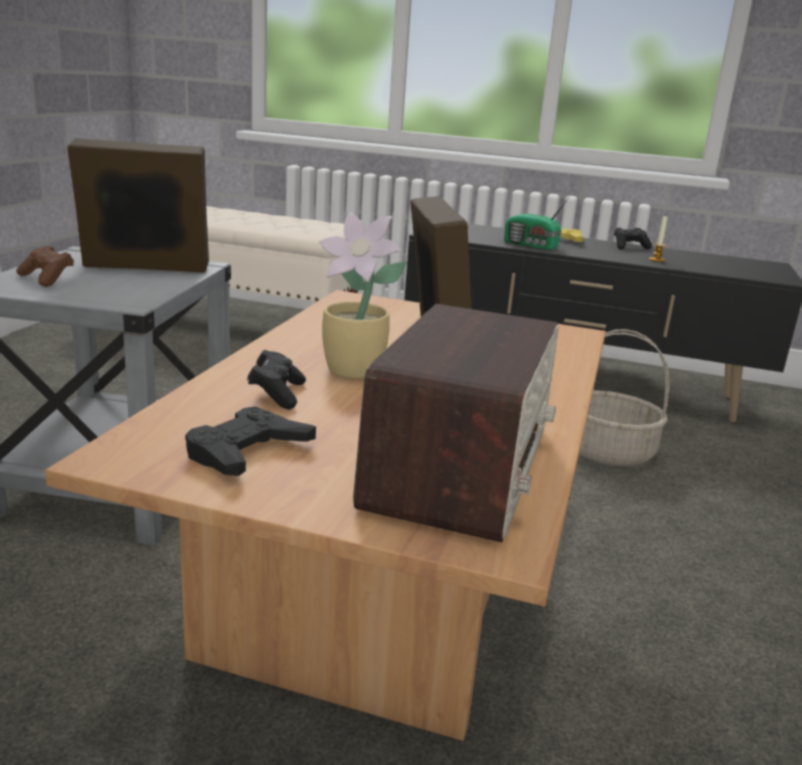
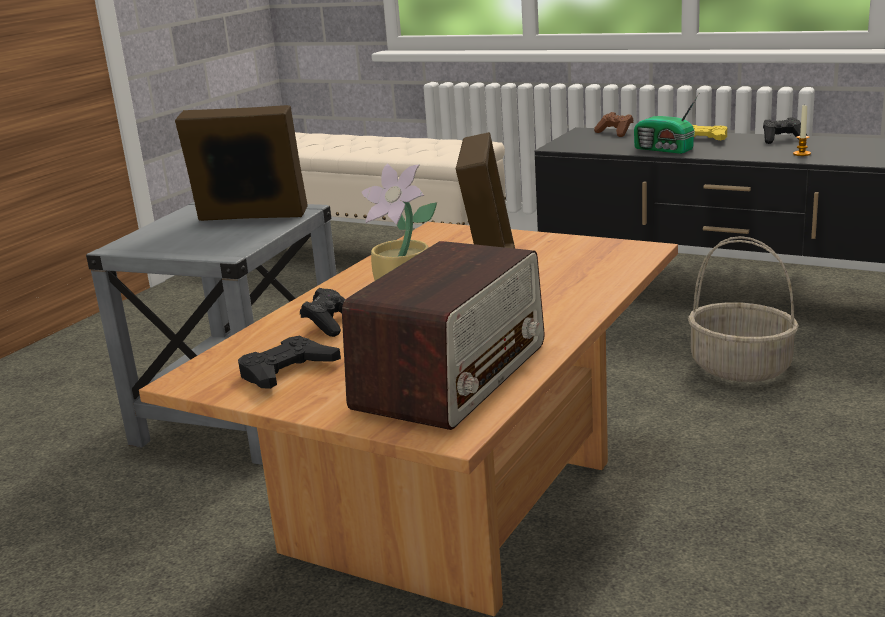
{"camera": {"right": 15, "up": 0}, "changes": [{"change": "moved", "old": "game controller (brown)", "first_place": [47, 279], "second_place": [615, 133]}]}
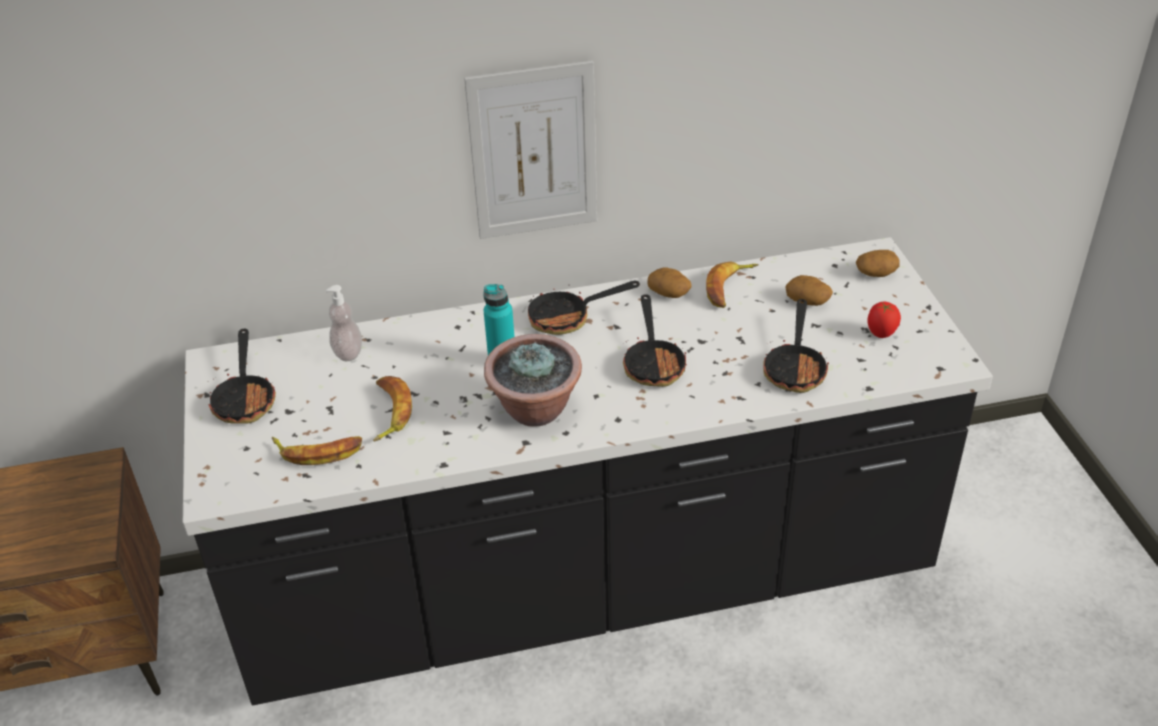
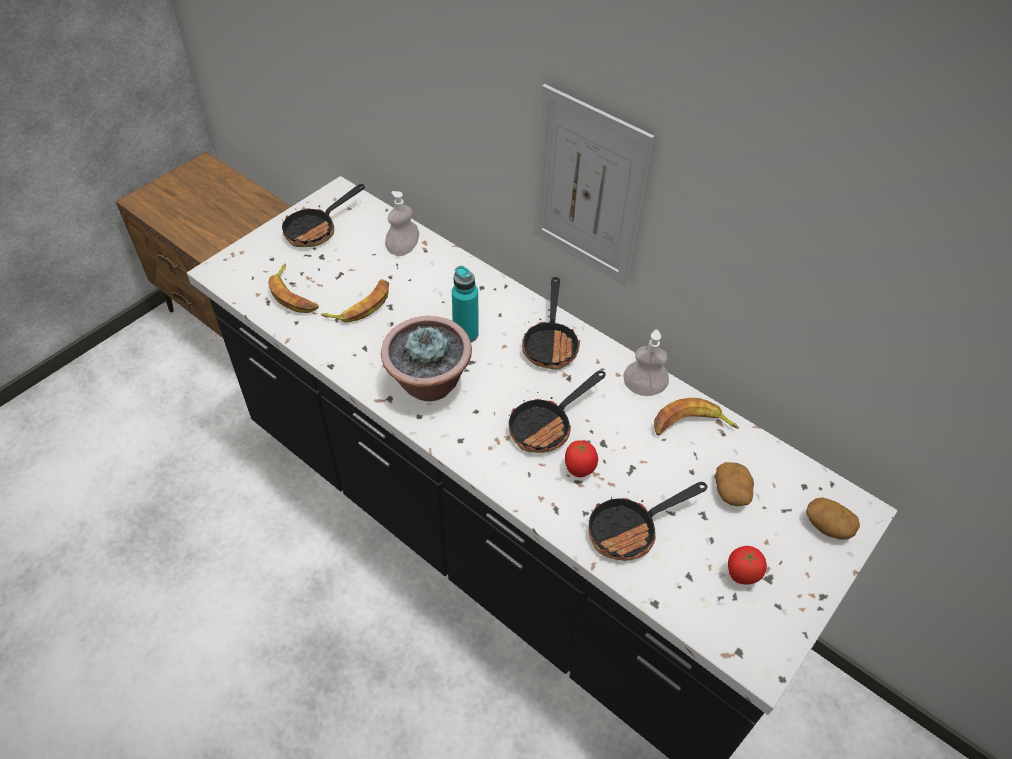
{"camera": {"right": 50, "up": 10}, "changes": [{"change": "added", "new": "tomato", "second_place": [579, 470]}, {"change": "replaced", "old": "potato", "new": "soap dispenser", "first_place": [669, 293], "second_place": [643, 388]}, {"change": "turned", "old": "frying pan", "first_place": [568, 318], "second_place": [551, 343], "degrees": -120}]}
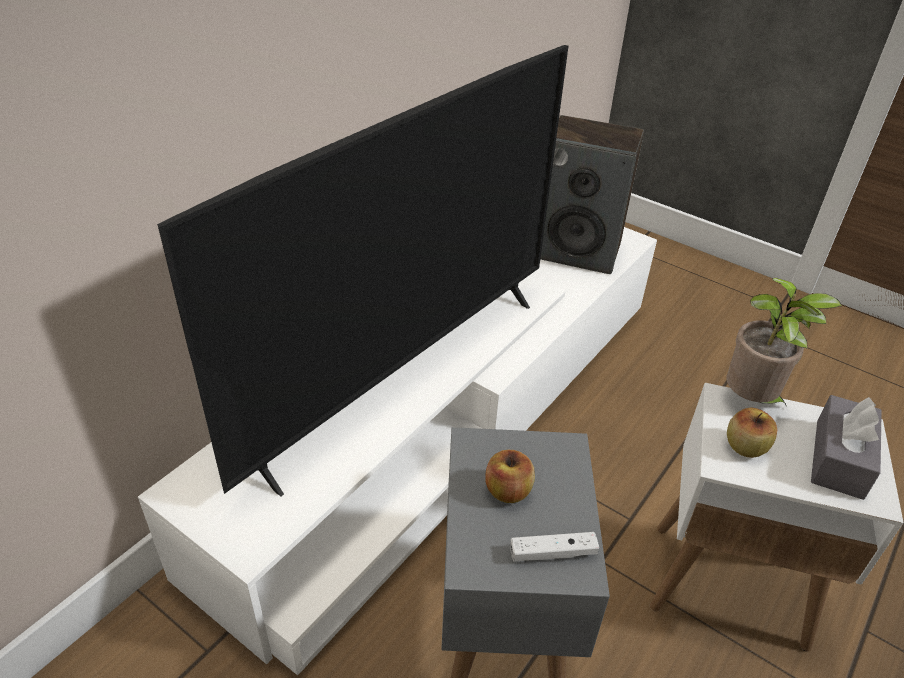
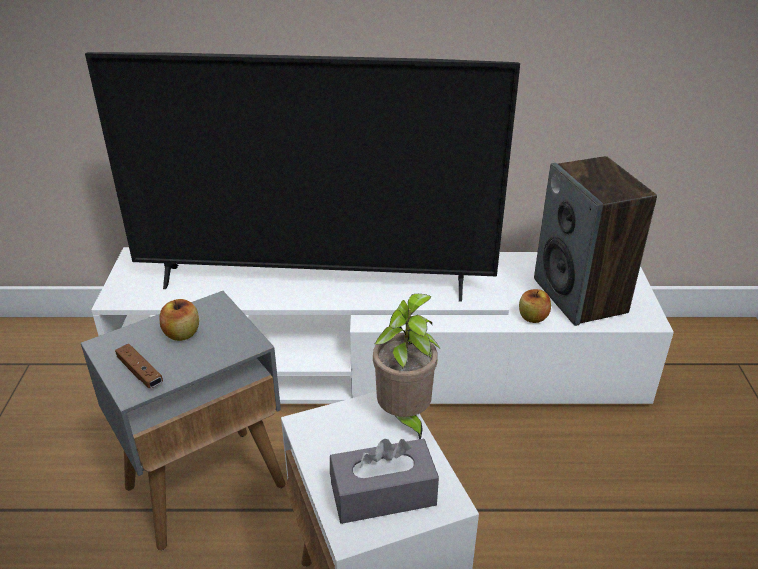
{"camera": {"right": 55, "up": -5}, "changes": [{"change": "moved", "old": "apple", "first_place": [745, 447], "second_place": [533, 317]}, {"change": "recoloured", "old": "game controller (white)", "new": "game controller (brown)", "first_place": [552, 553], "second_place": [140, 372]}]}
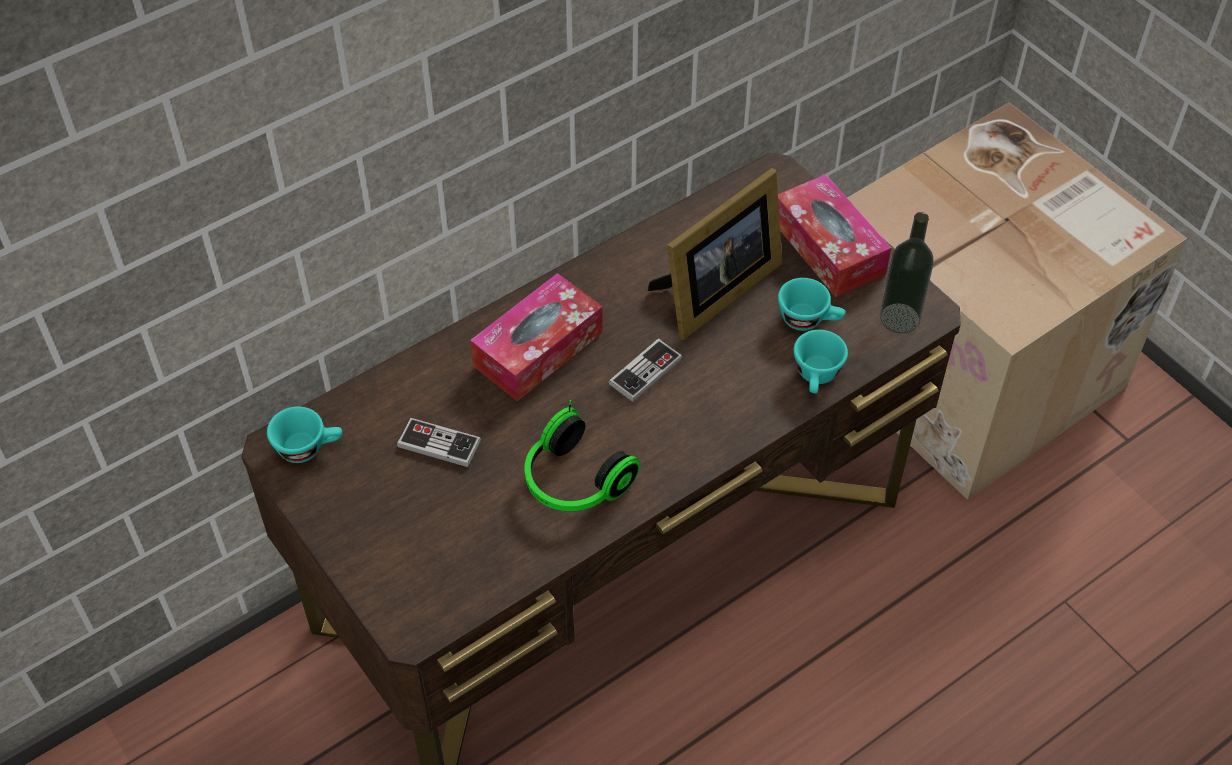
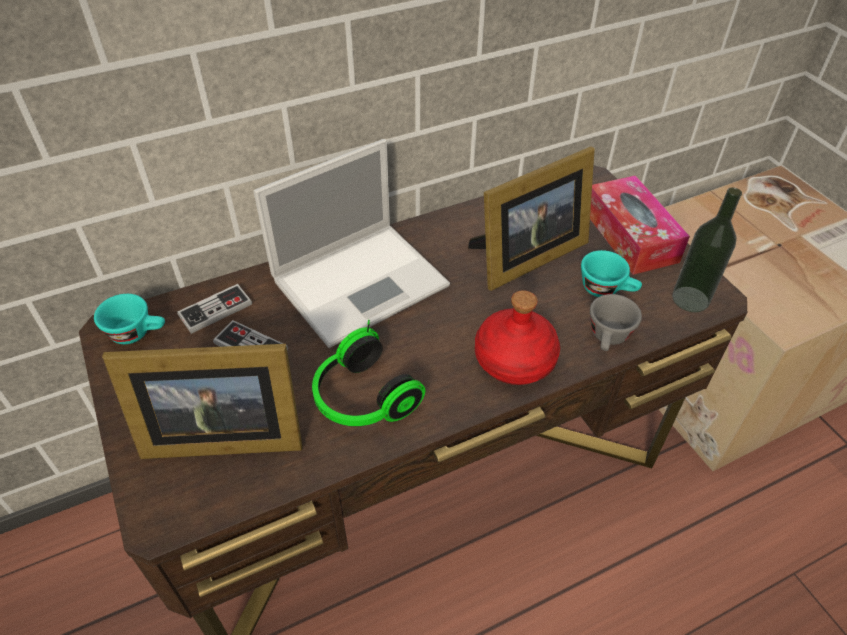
{"camera": {"right": 10, "up": -5}, "changes": [{"change": "added", "new": "picture frame", "second_place": [219, 435]}, {"change": "added", "new": "bottle (red)", "second_place": [513, 359]}, {"change": "moved", "old": "game controller", "first_place": [645, 372], "second_place": [215, 310]}, {"change": "replaced", "old": "tissue box", "new": "laptop", "first_place": [538, 349], "second_place": [362, 281]}, {"change": "recoloured", "old": "cup (turquoise)", "new": "cup (grey)", "first_place": [817, 377], "second_place": [608, 339]}]}
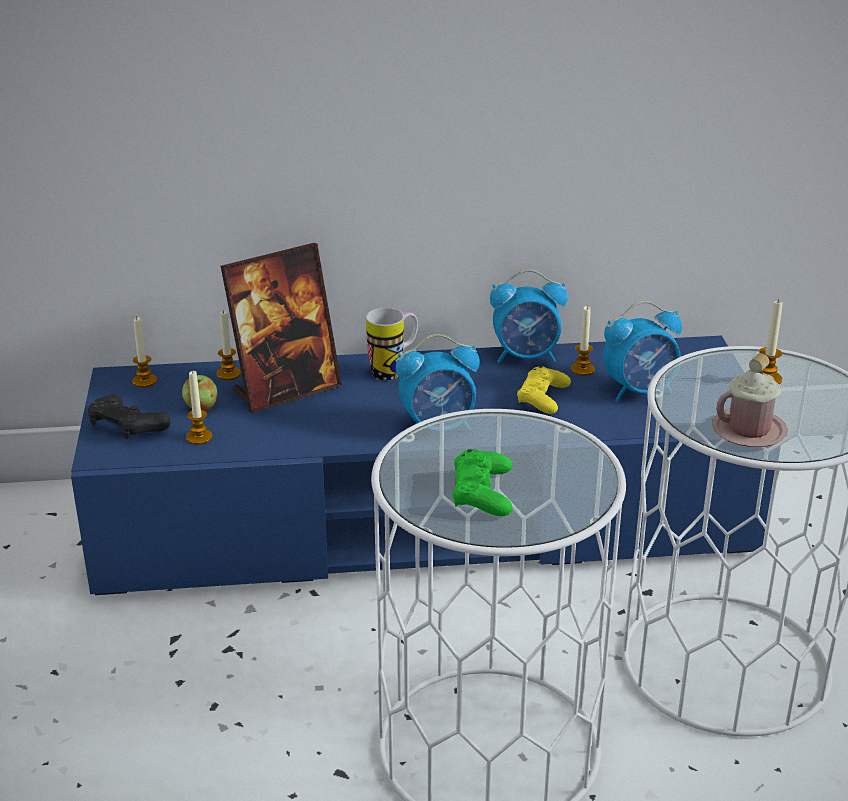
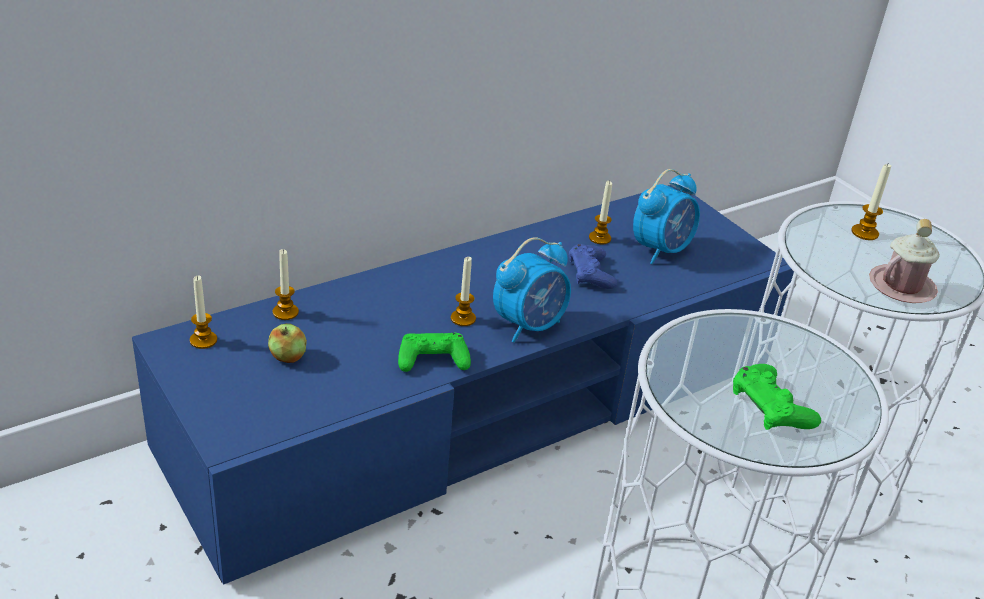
{"camera": {"right": -30, "up": 5}, "changes": [{"change": "removed", "old": "game controller (black)", "first_place": [127, 427]}, {"change": "removed", "old": "picture frame", "first_place": [286, 390]}, {"change": "removed", "old": "mug", "first_place": [393, 371]}, {"change": "removed", "old": "alarm clock", "first_place": [526, 357]}, {"change": "added", "new": "game controller (green)", "second_place": [433, 359]}, {"change": "moved", "old": "candle", "first_place": [199, 437], "second_place": [463, 318]}, {"change": "recoloured", "old": "game controller (yellow)", "new": "game controller (blue)", "first_place": [543, 397], "second_place": [591, 273]}]}
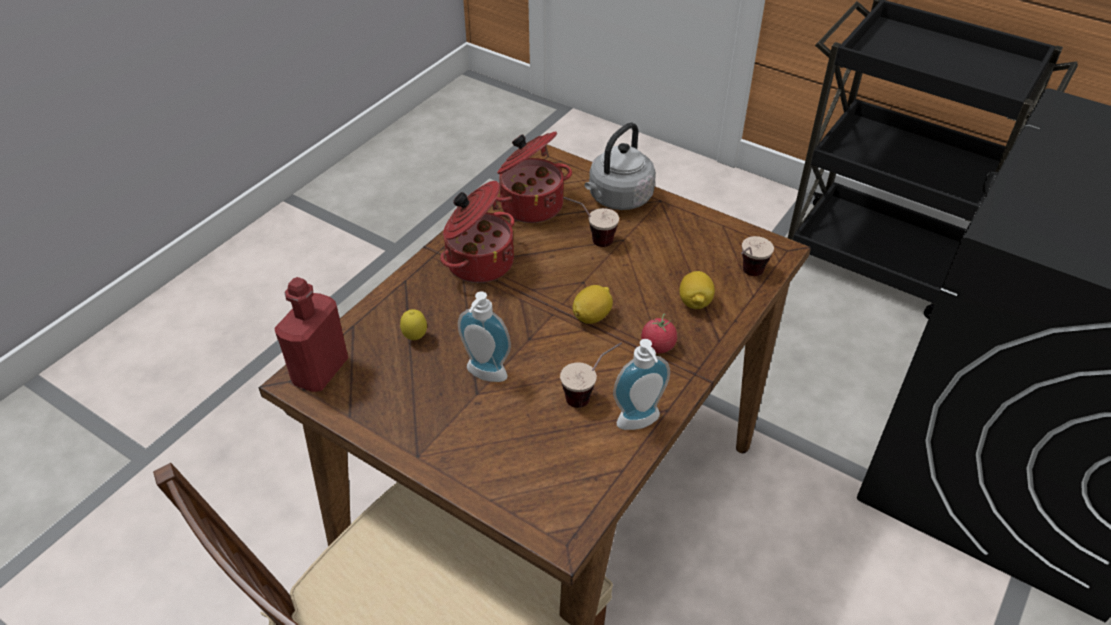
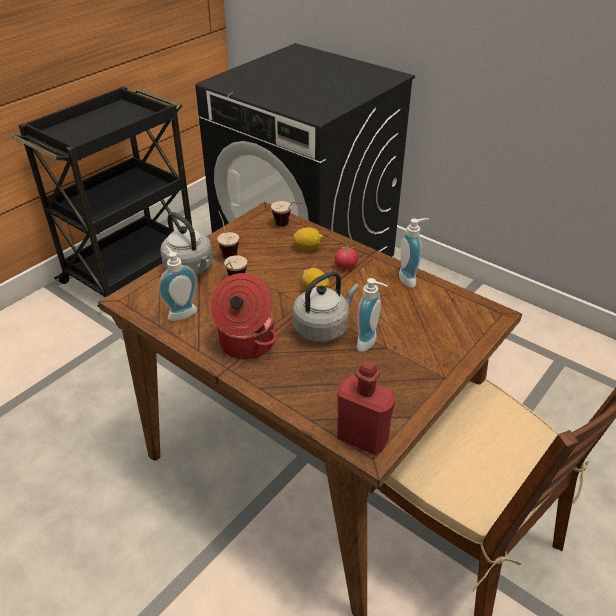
{"camera": {"right": -85, "up": -5}, "changes": [{"change": "removed", "old": "lemon", "first_place": [415, 338]}, {"change": "added", "new": "kettle (grey)", "second_place": [323, 328]}, {"change": "moved", "old": "cup", "first_place": [590, 394], "second_place": [227, 251]}, {"change": "replaced", "old": "cooking pot", "new": "soap dispenser", "first_place": [530, 204], "second_place": [181, 312]}]}
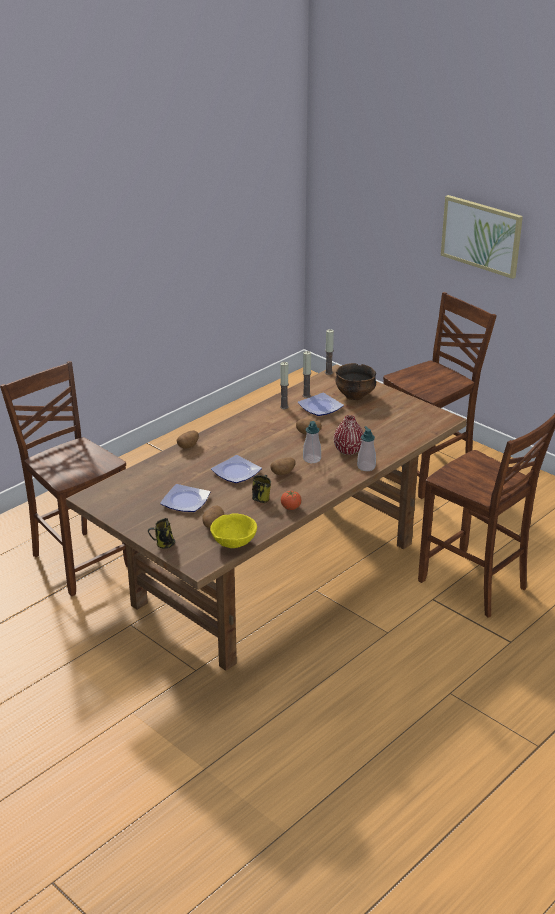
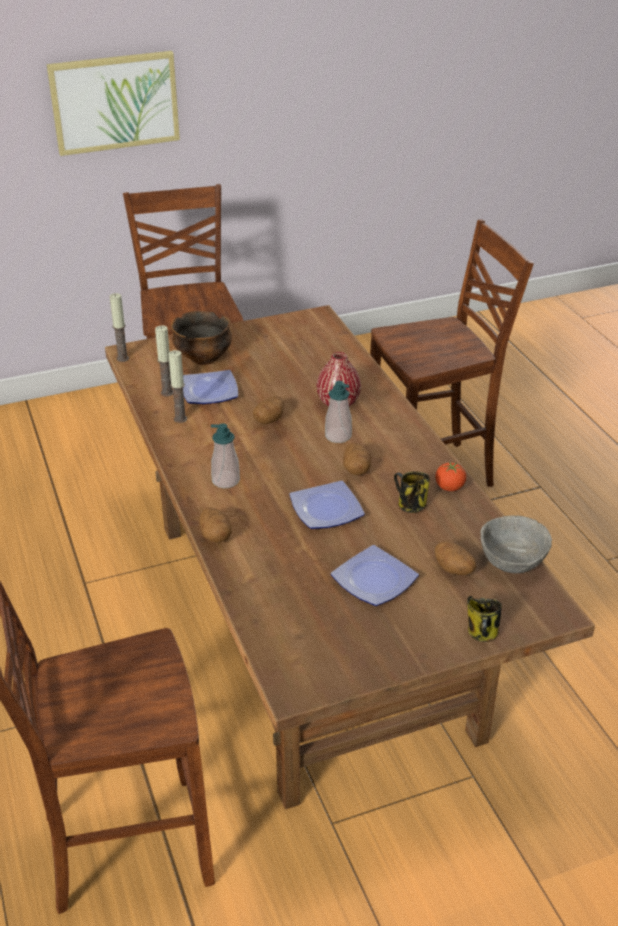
{"camera": {"right": -65, "up": 5}, "changes": [{"change": "moved", "old": "soap dispenser", "first_place": [366, 467], "second_place": [225, 480]}, {"change": "recoloured", "old": "bowl (yellow)", "new": "bowl (grey)", "first_place": [234, 543], "second_place": [512, 562]}]}
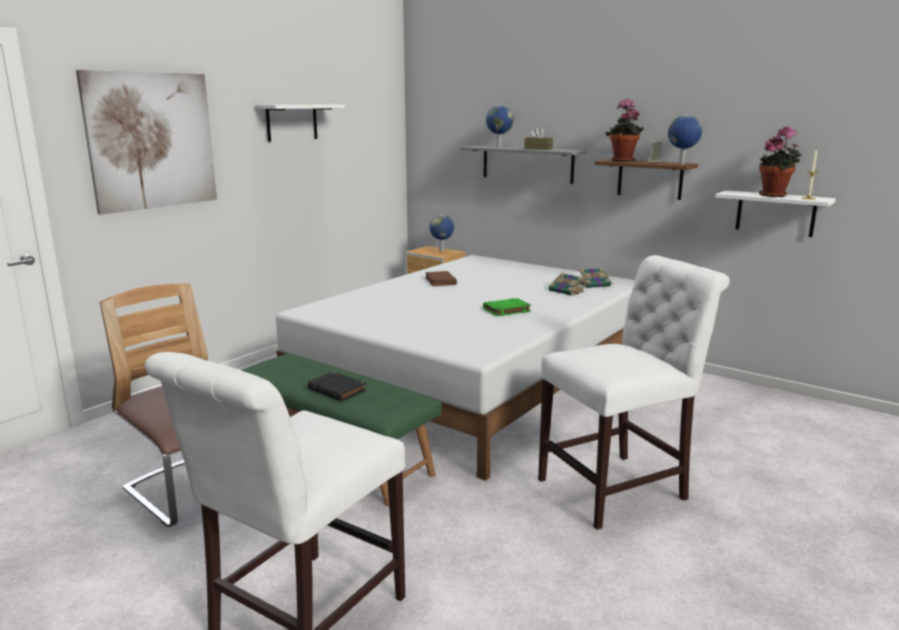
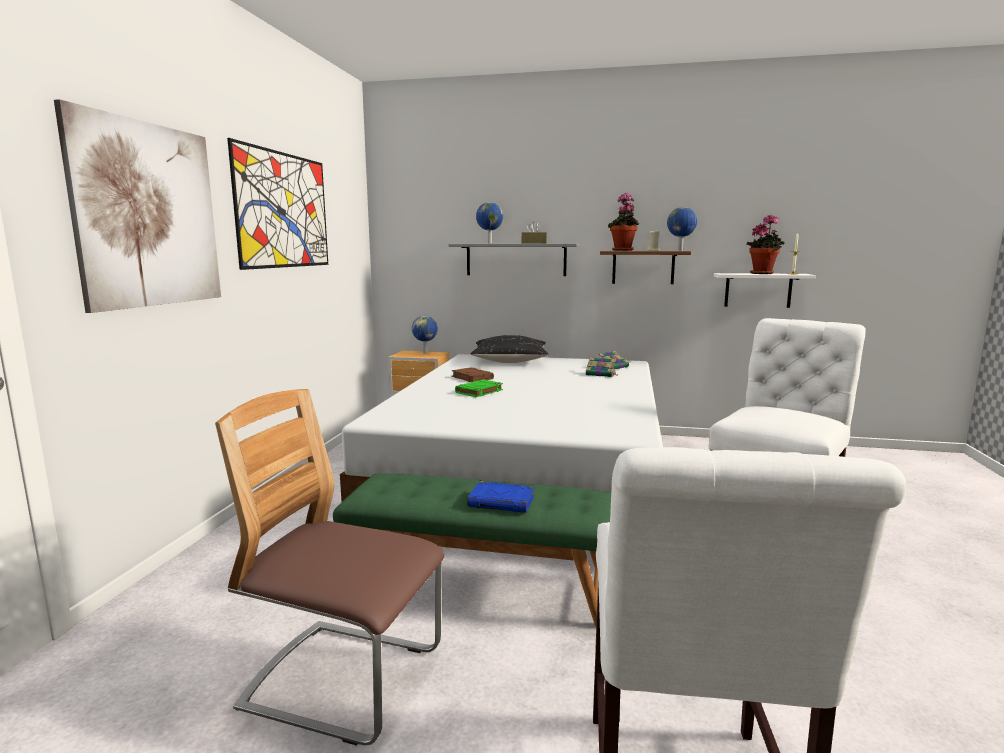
{"camera": {"right": -25, "up": -5}, "changes": [{"change": "added", "new": "pillow (black)", "second_place": [510, 361]}, {"change": "moved", "old": "book (green)", "first_place": [506, 310], "second_place": [479, 391]}, {"change": "replaced", "old": "shelf (white)", "new": "picture", "first_place": [292, 122], "second_place": [284, 210]}, {"change": "recoloured", "old": "book (black)", "new": "book (blue)", "first_place": [337, 390], "second_place": [502, 502]}]}
